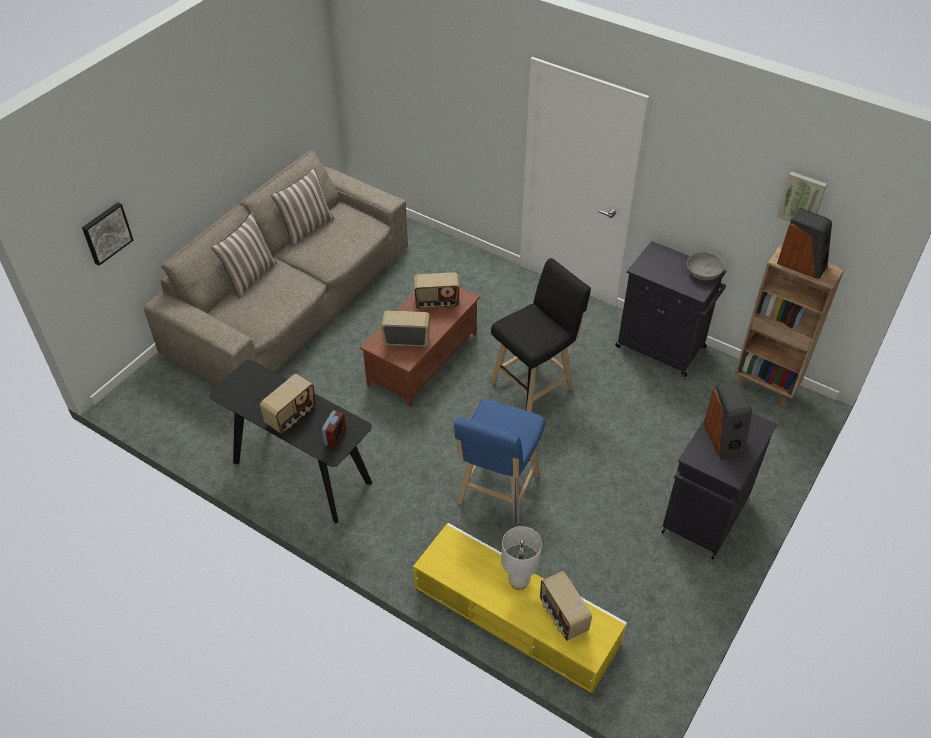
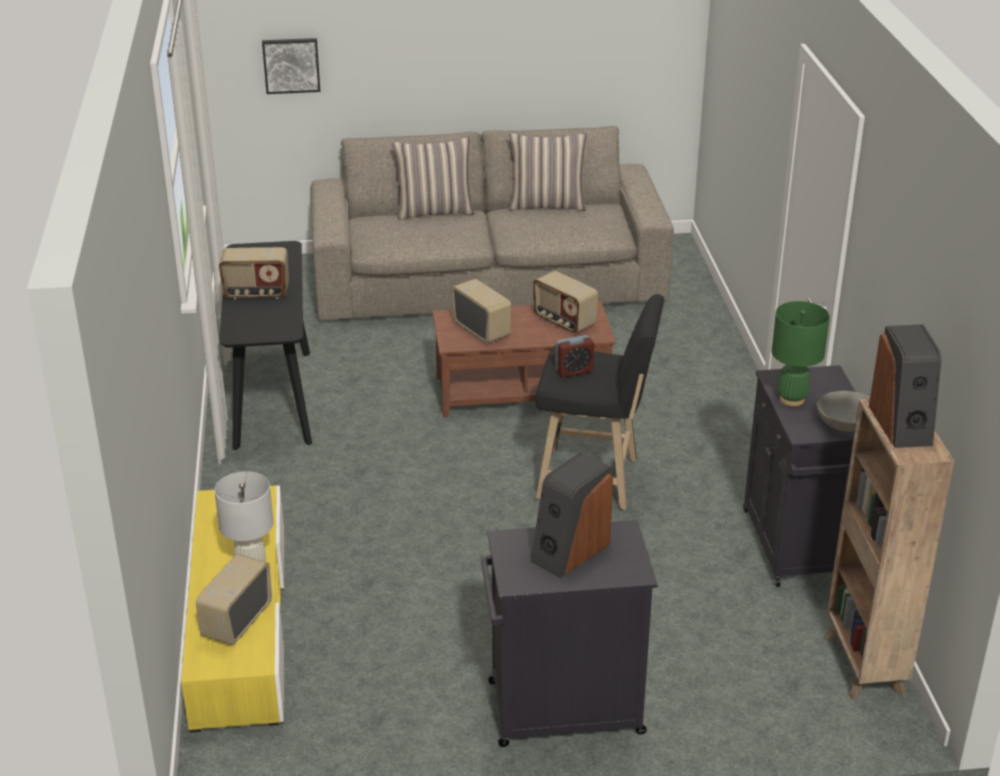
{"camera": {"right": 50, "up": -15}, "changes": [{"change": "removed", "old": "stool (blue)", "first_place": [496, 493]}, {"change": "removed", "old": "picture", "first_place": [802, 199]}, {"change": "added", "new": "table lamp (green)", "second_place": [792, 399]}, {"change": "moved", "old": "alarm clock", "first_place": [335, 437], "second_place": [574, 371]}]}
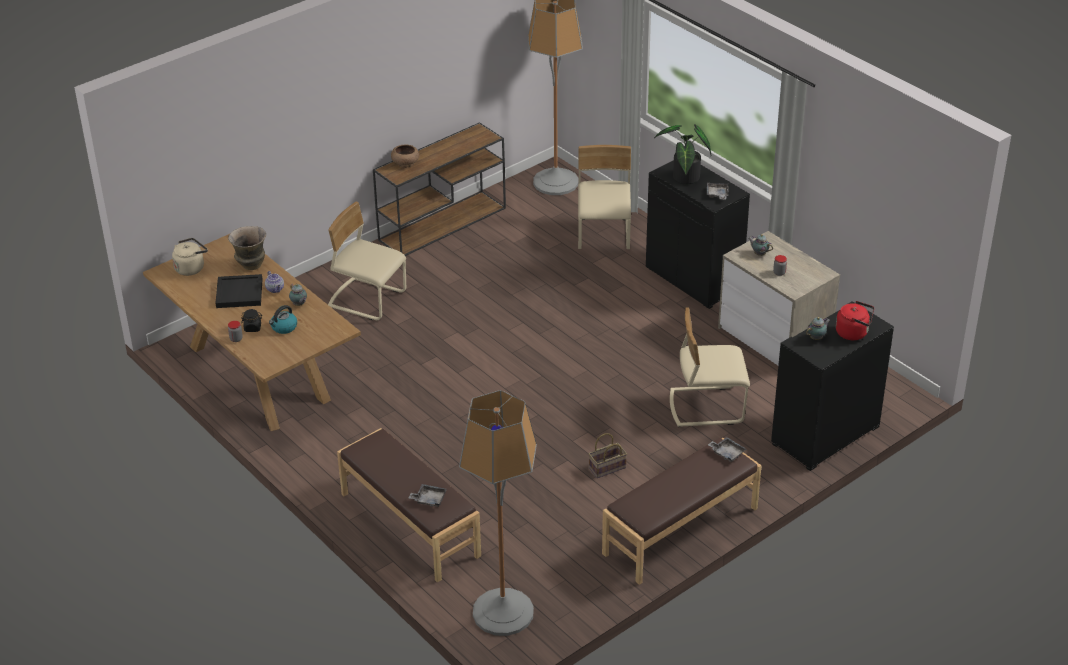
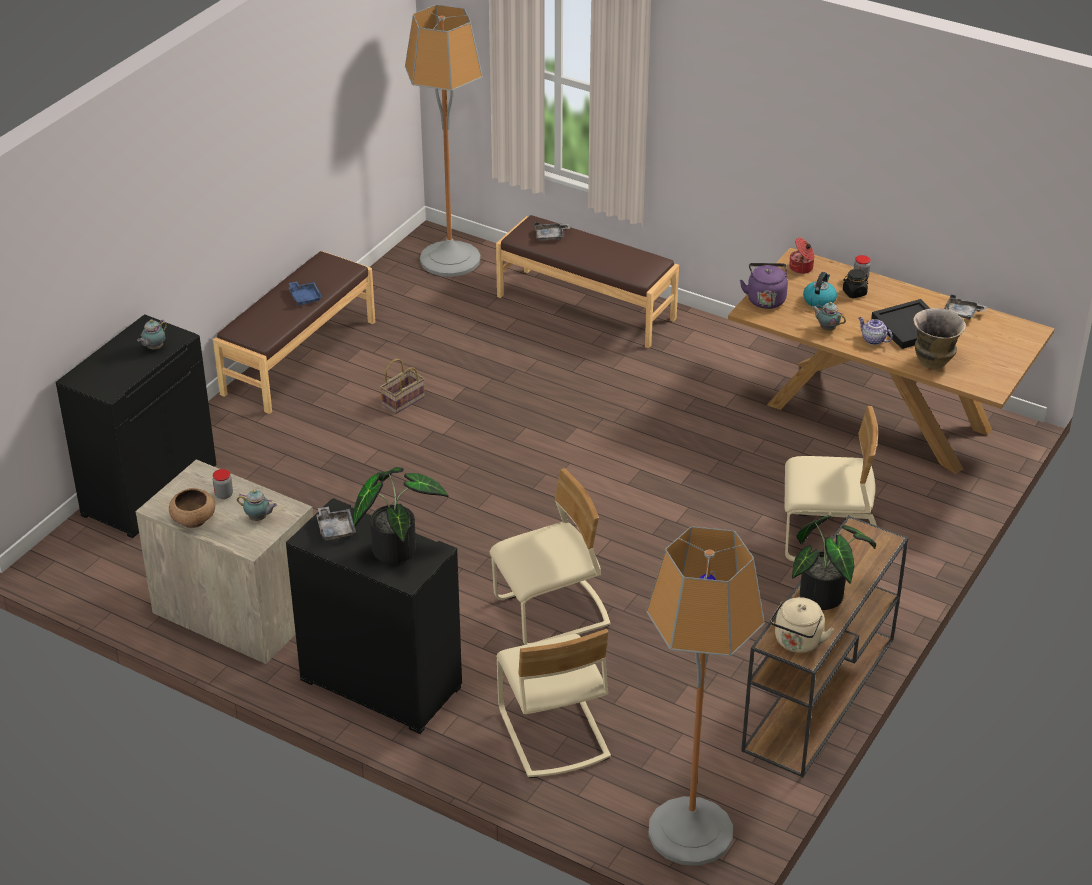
{"camera": {"right": 160, "up": 0}, "changes": [{"change": "removed", "old": "kettle (red)", "first_place": [854, 333]}, {"change": "added", "new": "tray (blue)", "second_place": [305, 297]}, {"change": "added", "new": "kettle (purple)", "second_place": [765, 299]}, {"change": "added", "new": "cooking pot", "second_place": [801, 268]}, {"change": "added", "new": "potted plant", "second_place": [827, 596]}, {"change": "moved", "old": "kettle (beige)", "first_place": [191, 268], "second_place": [797, 643]}, {"change": "moved", "old": "bowl (brown)", "first_place": [405, 163], "second_place": [194, 519]}, {"change": "moved", "old": "chair (beige)", "first_place": [706, 406], "second_place": [552, 614]}, {"change": "moved", "old": "tray (grey)", "first_place": [727, 453], "second_place": [962, 313]}]}
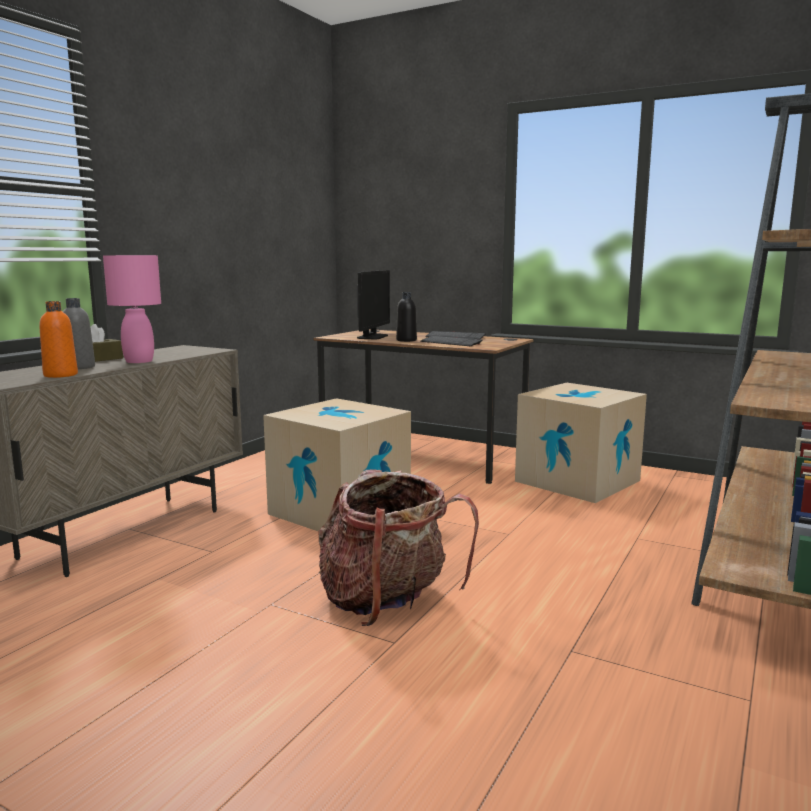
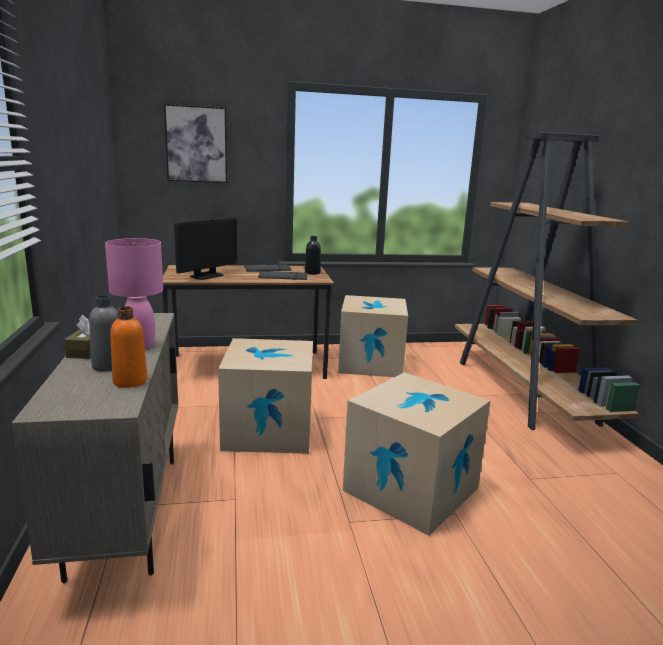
{"camera": {"right": -40, "up": 5}, "changes": [{"change": "added", "new": "picture", "second_place": [196, 144]}, {"change": "moved", "old": "bottle (black)", "first_place": [406, 340], "second_place": [312, 273]}, {"change": "replaced", "old": "backpack", "new": "cardboard box", "first_place": [387, 603], "second_place": [411, 489]}, {"change": "turned", "old": "monitor", "first_place": [372, 337], "second_place": [206, 276], "degrees": 60}]}
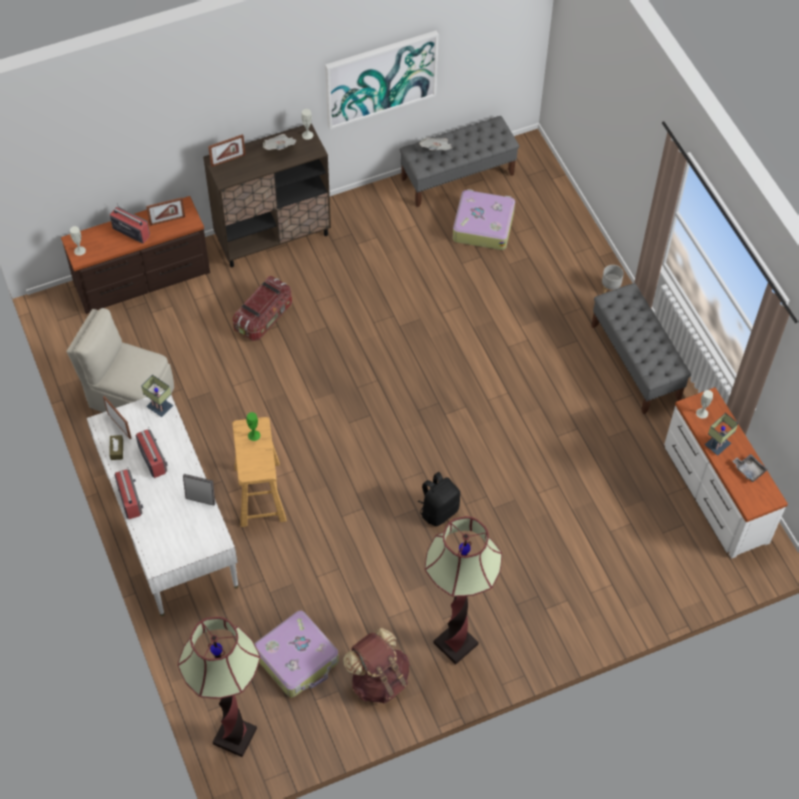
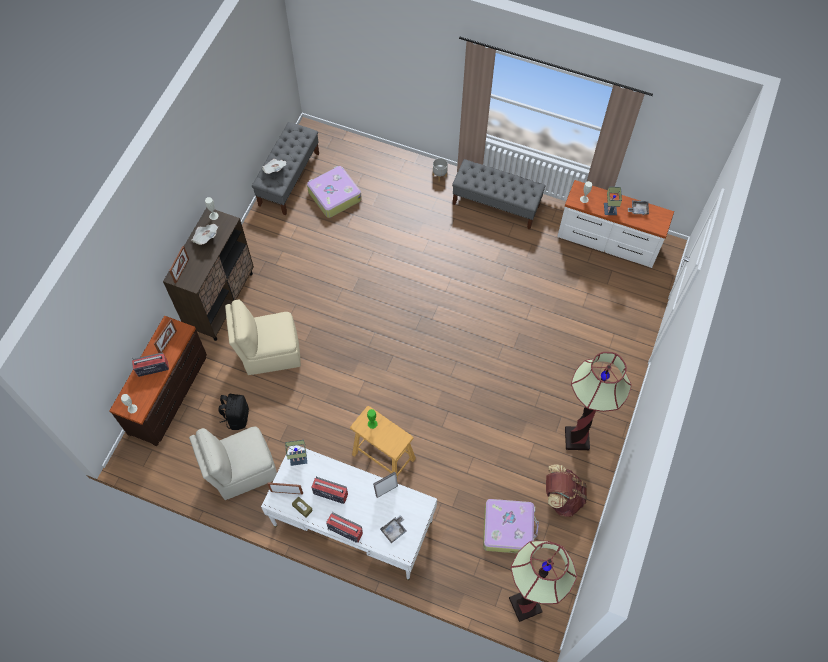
{"camera": {"right": -45, "up": 5}, "changes": [{"change": "removed", "old": "picture", "first_place": [381, 78]}, {"change": "added", "new": "tray (grey)", "second_place": [394, 530]}, {"change": "moved", "old": "backpack (black)", "first_place": [439, 510], "second_place": [237, 417]}, {"change": "replaced", "old": "storage box", "new": "chair (beige)", "first_place": [264, 317], "second_place": [270, 353]}]}
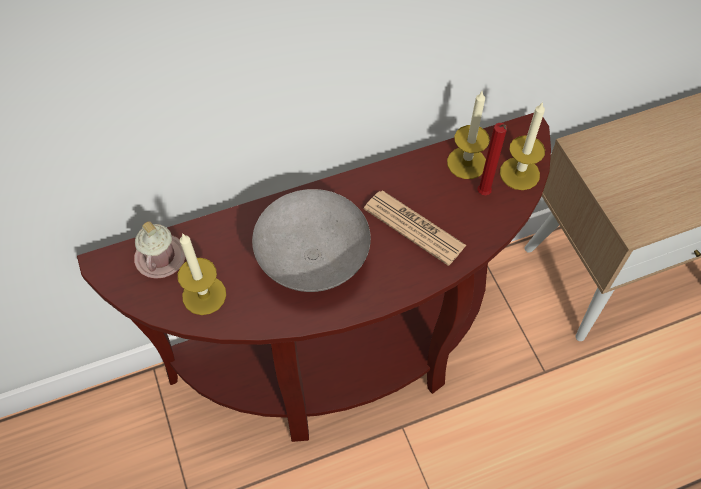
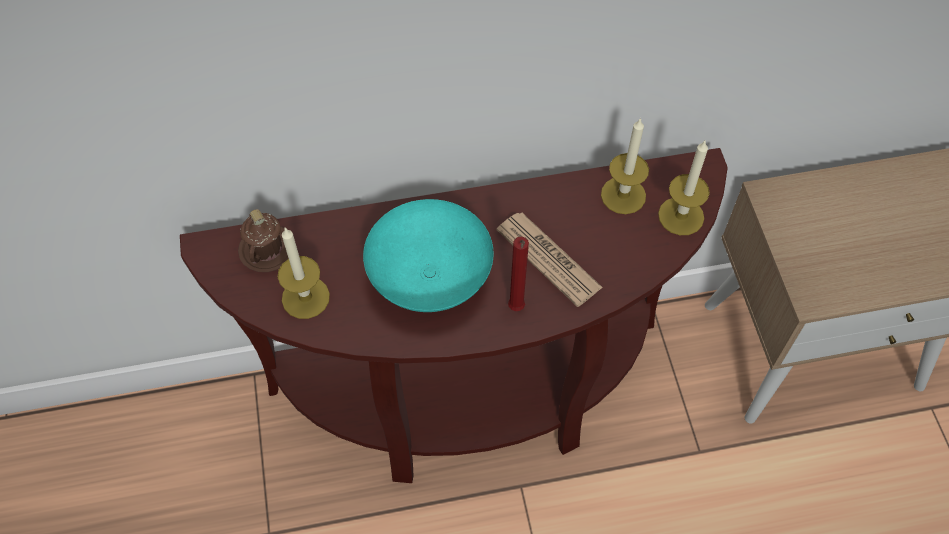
{"camera": {"right": 10, "up": 0}, "changes": [{"change": "moved", "old": "candle (red)", "first_place": [484, 195], "second_place": [516, 309]}, {"change": "recoloured", "old": "mug (pink)", "new": "mug (brown)", "first_place": [160, 257], "second_place": [267, 250]}, {"change": "recoloured", "old": "bowl (grey)", "new": "bowl (turquoise)", "first_place": [311, 259], "second_place": [428, 276]}]}
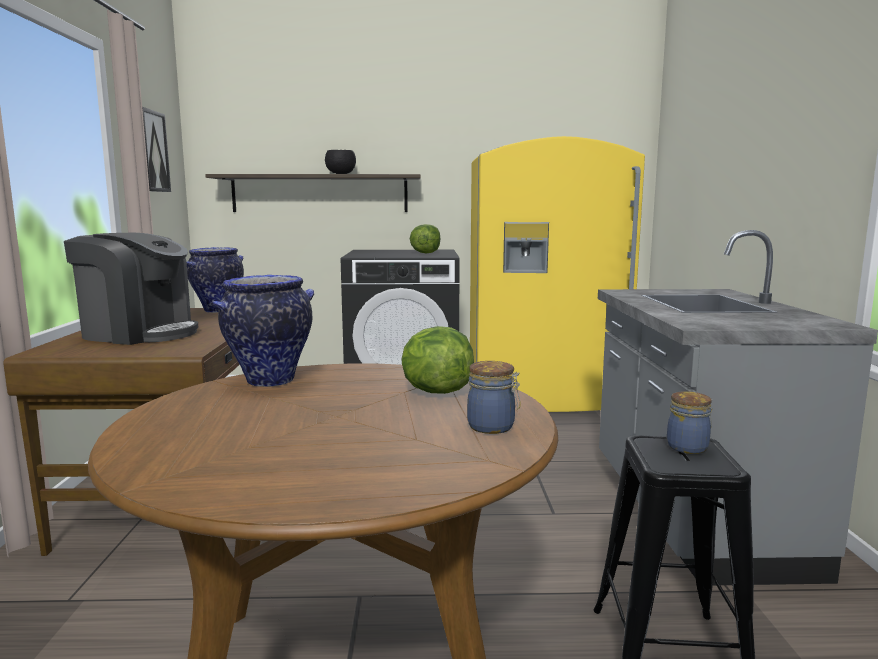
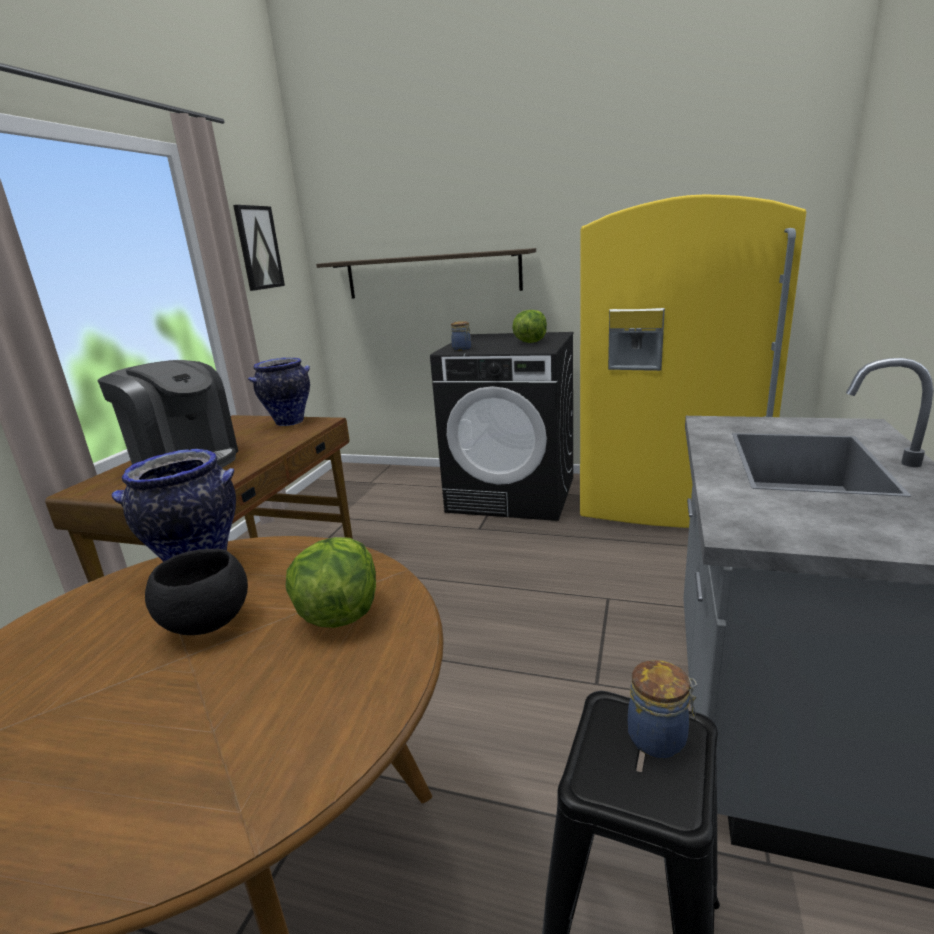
{"camera": {"right": 20, "up": 10}, "changes": [{"change": "moved", "old": "bowl (black)", "first_place": [341, 174], "second_place": [208, 623]}, {"change": "moved", "old": "jar", "first_place": [493, 427], "second_place": [462, 349]}]}
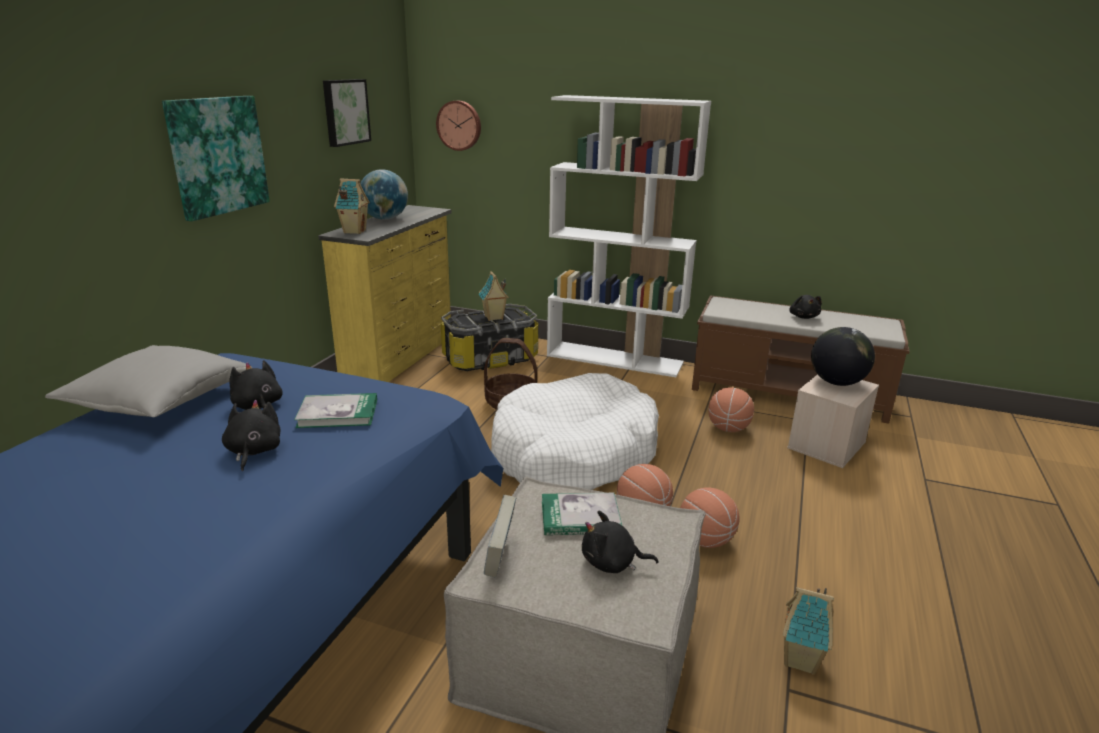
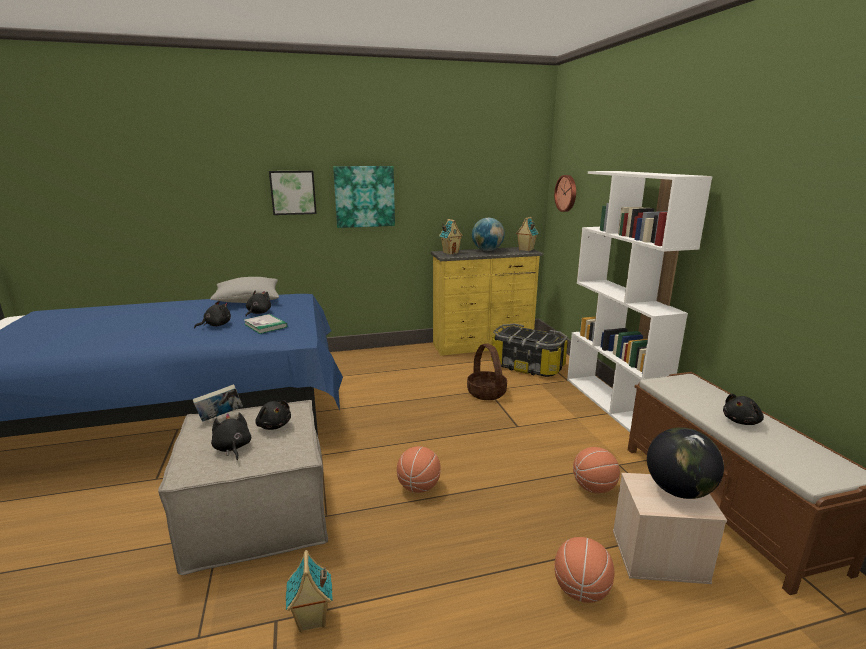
{"camera": {"right": 55, "up": -5}, "changes": [{"change": "removed", "old": "dog bed (white)", "first_place": [573, 452]}, {"change": "moved", "old": "picture", "first_place": [345, 112], "second_place": [293, 192]}, {"change": "moved", "old": "toy house", "first_place": [494, 318], "second_place": [525, 250]}, {"change": "moved", "old": "basketball", "first_place": [705, 540], "second_place": [581, 591]}, {"change": "replaced", "old": "book", "new": "plush toy (black)", "first_place": [580, 517], "second_place": [274, 425]}]}
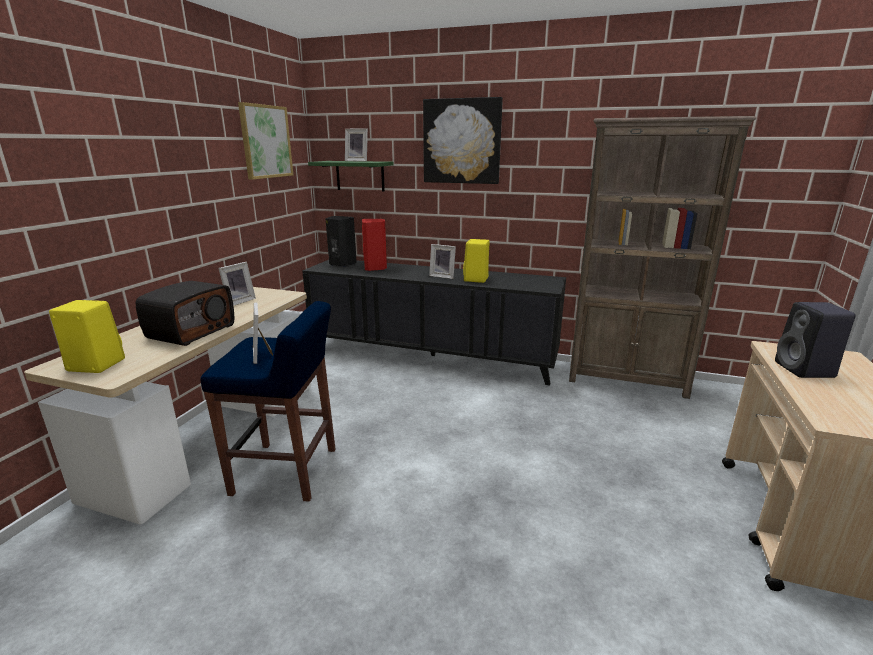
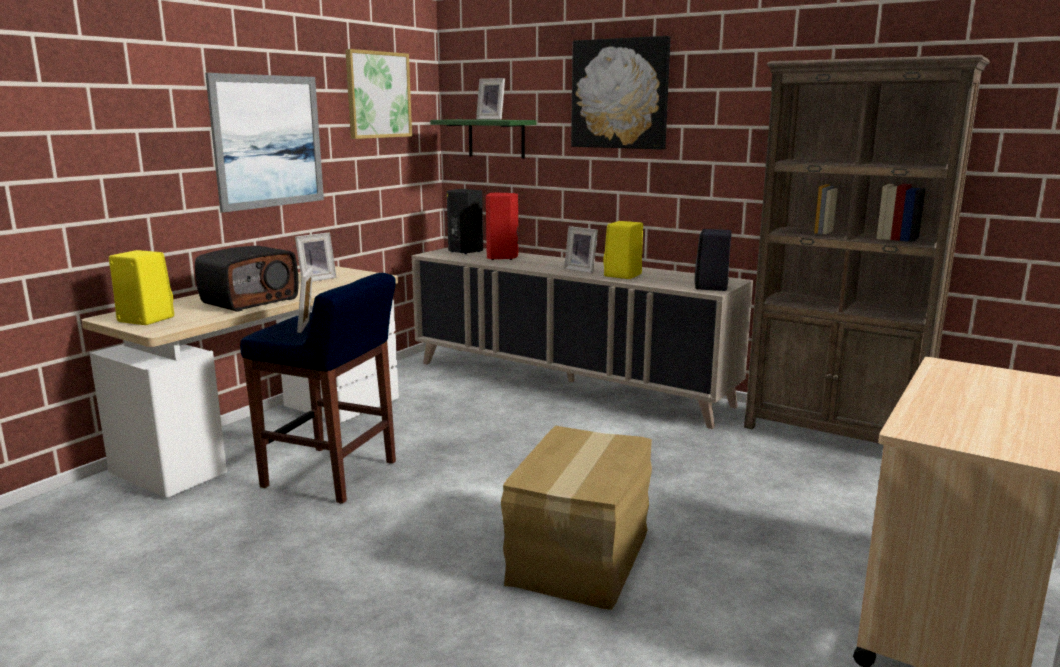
{"camera": {"right": 15, "up": -5}, "changes": [{"change": "added", "new": "picture", "second_place": [268, 141]}, {"change": "added", "new": "cardboard box", "second_place": [582, 556]}, {"change": "moved", "old": "speaker (black)", "first_place": [805, 370], "second_place": [712, 287]}, {"change": "recoloured", "old": "cabinet (black)", "new": "cabinet (beige)", "first_place": [431, 357], "second_place": [567, 383]}]}
